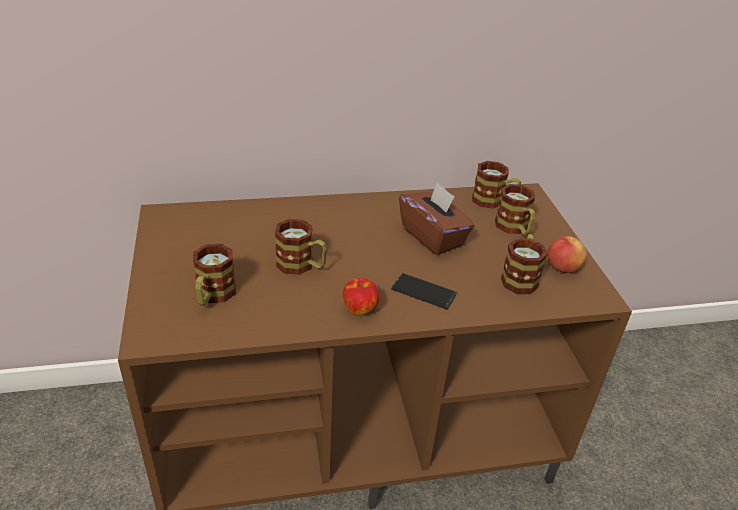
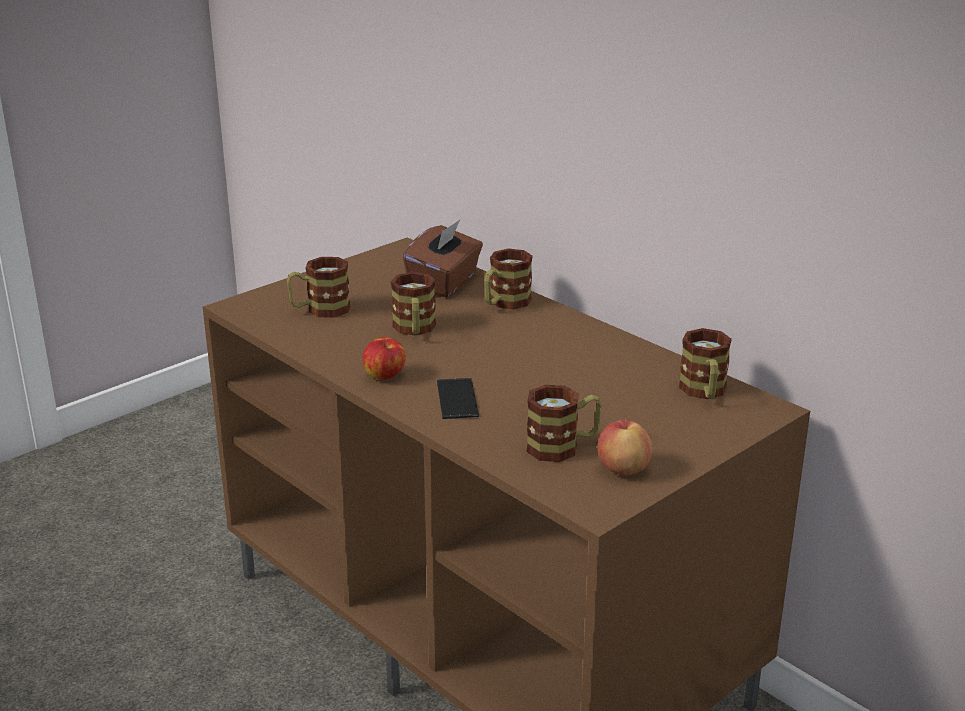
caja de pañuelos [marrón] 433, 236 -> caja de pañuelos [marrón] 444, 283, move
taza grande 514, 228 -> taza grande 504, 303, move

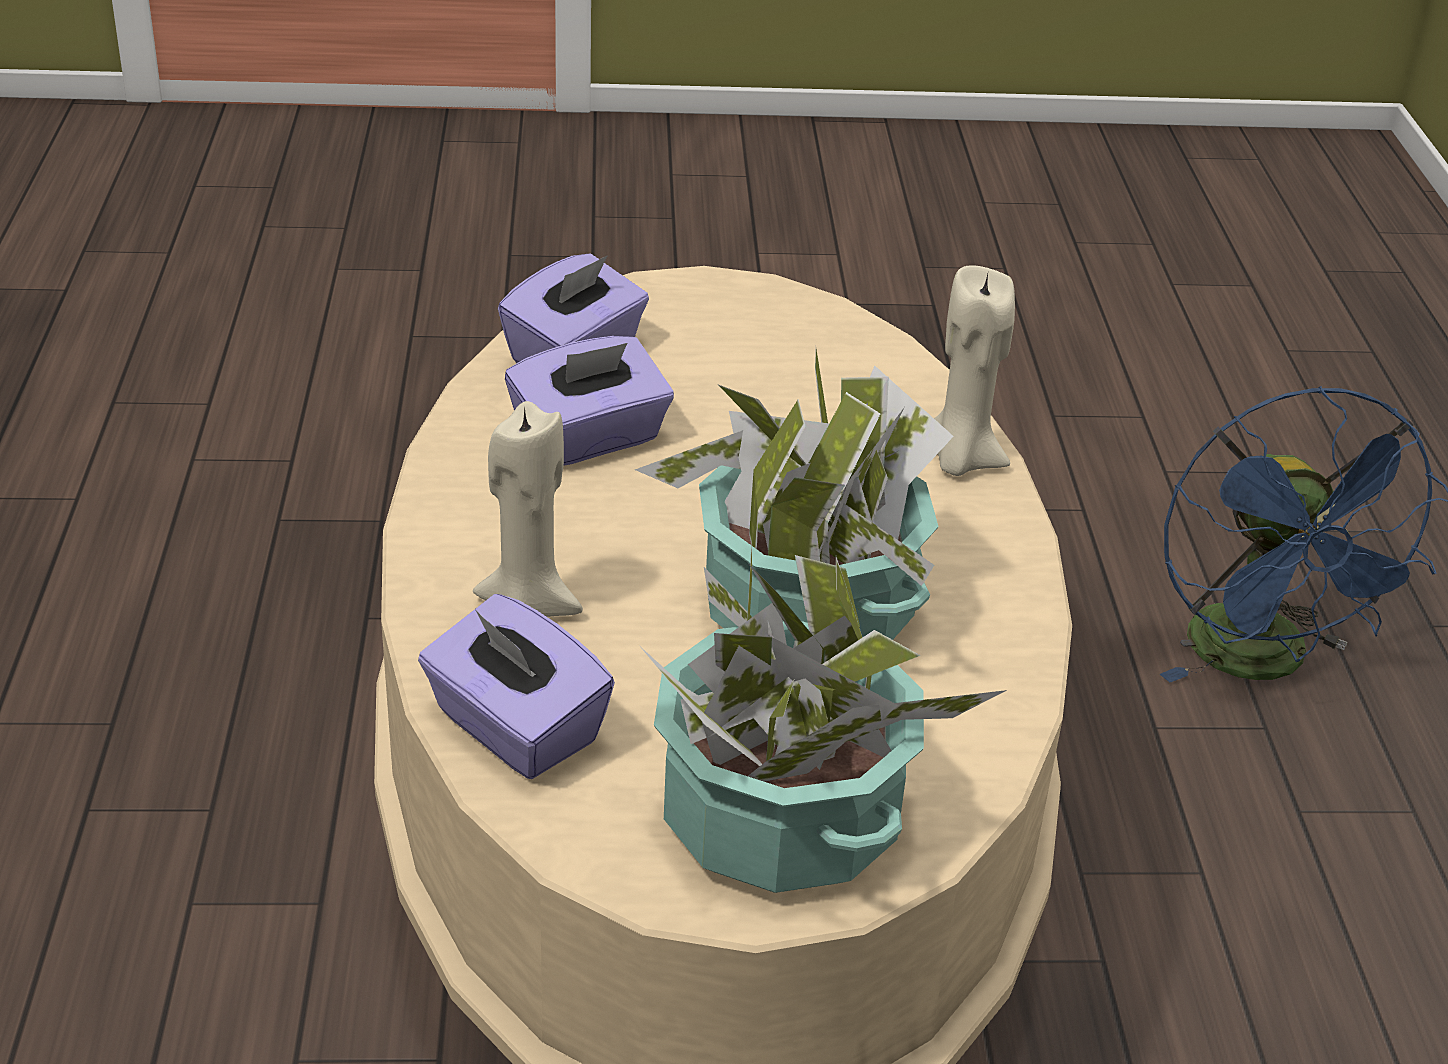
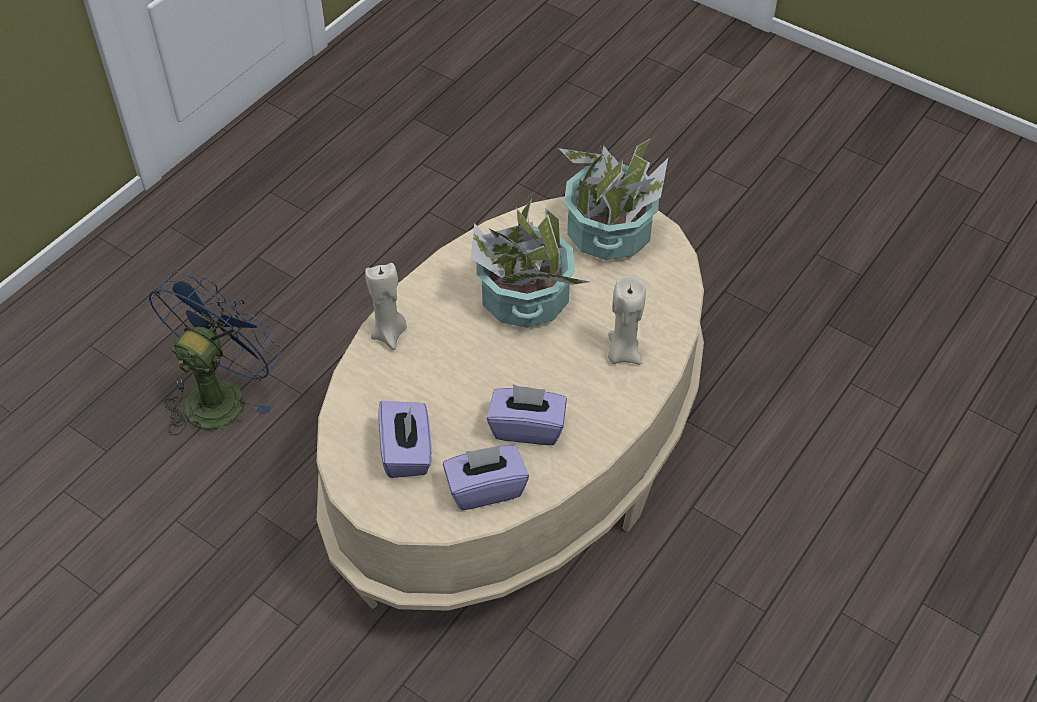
caja de pañuelos [morado] 515, 729 -> caja de pañuelos [morado] 407, 452, move

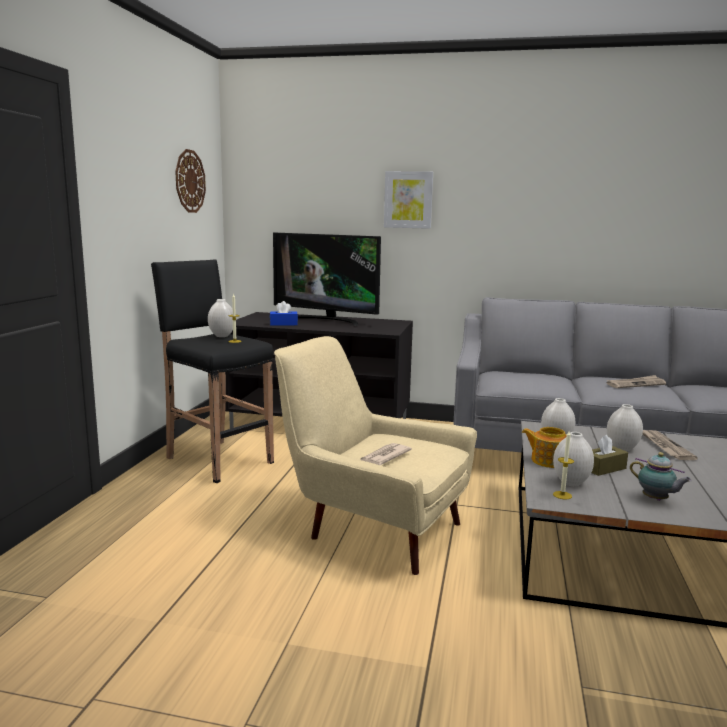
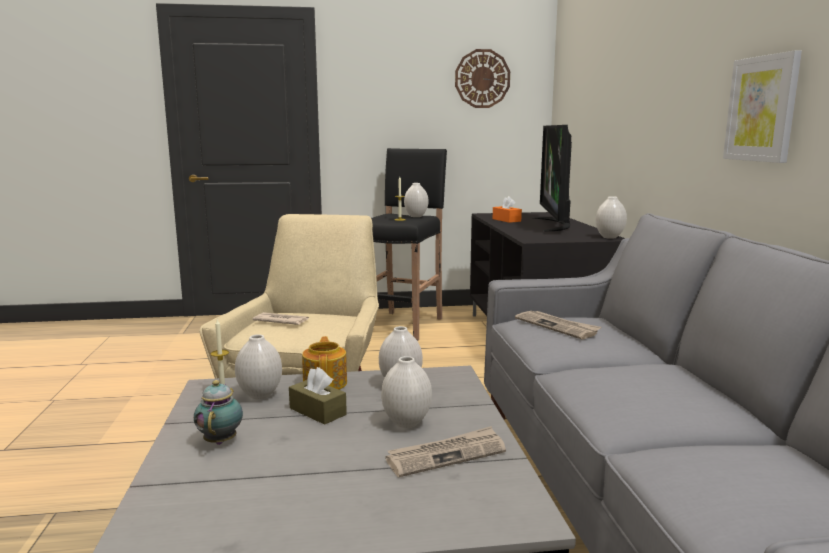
none -> florero [blanco] 609, 237
cuadro 408, 200 -> cuadro 762, 109, move
periódico 635, 384 -> periódico 557, 326, move
caja de pañuelos [azul] 283, 324 -> caja de pañuelos [naranja] 506, 220
tetera 656, 500 -> tetera 221, 440, 150 degrees clockwise

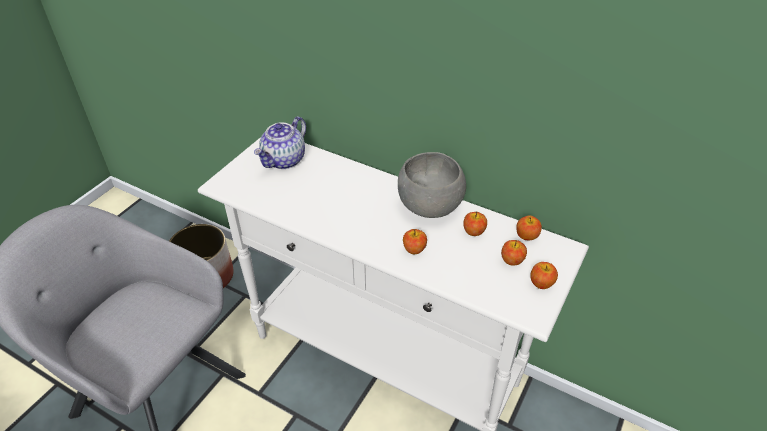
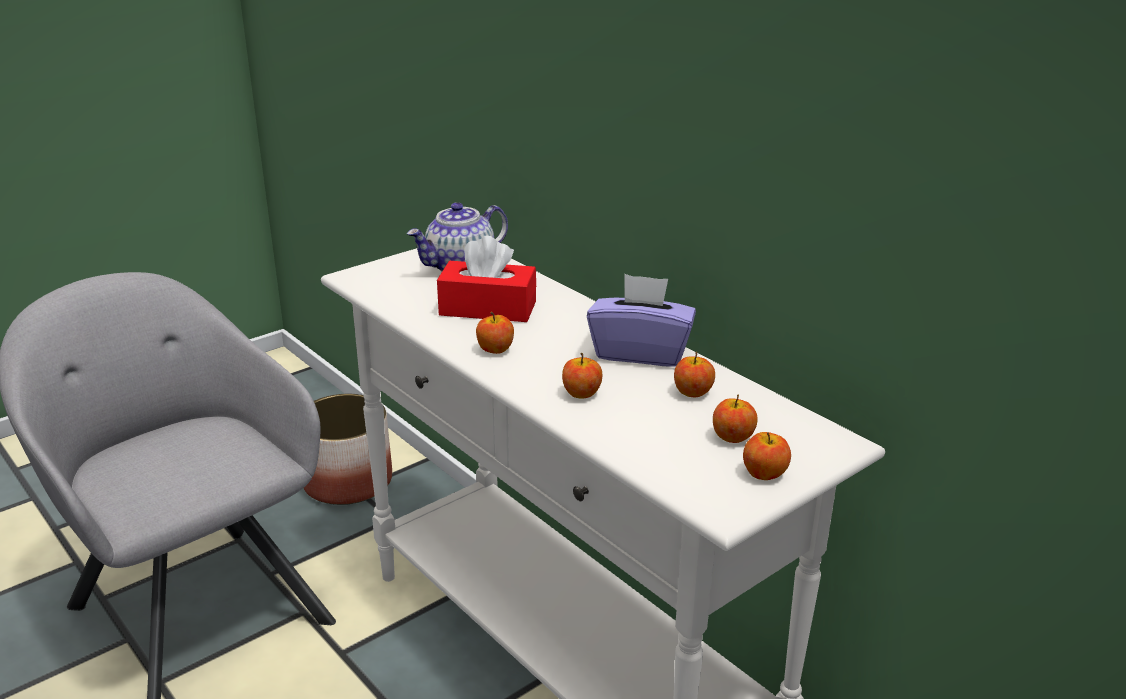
none -> caja de pañuelos [rojo] 487, 308
manzana 526, 236 -> manzana 495, 349, move
cuenco [gris] 429, 207 -> caja de pañuelos [morado] 640, 352

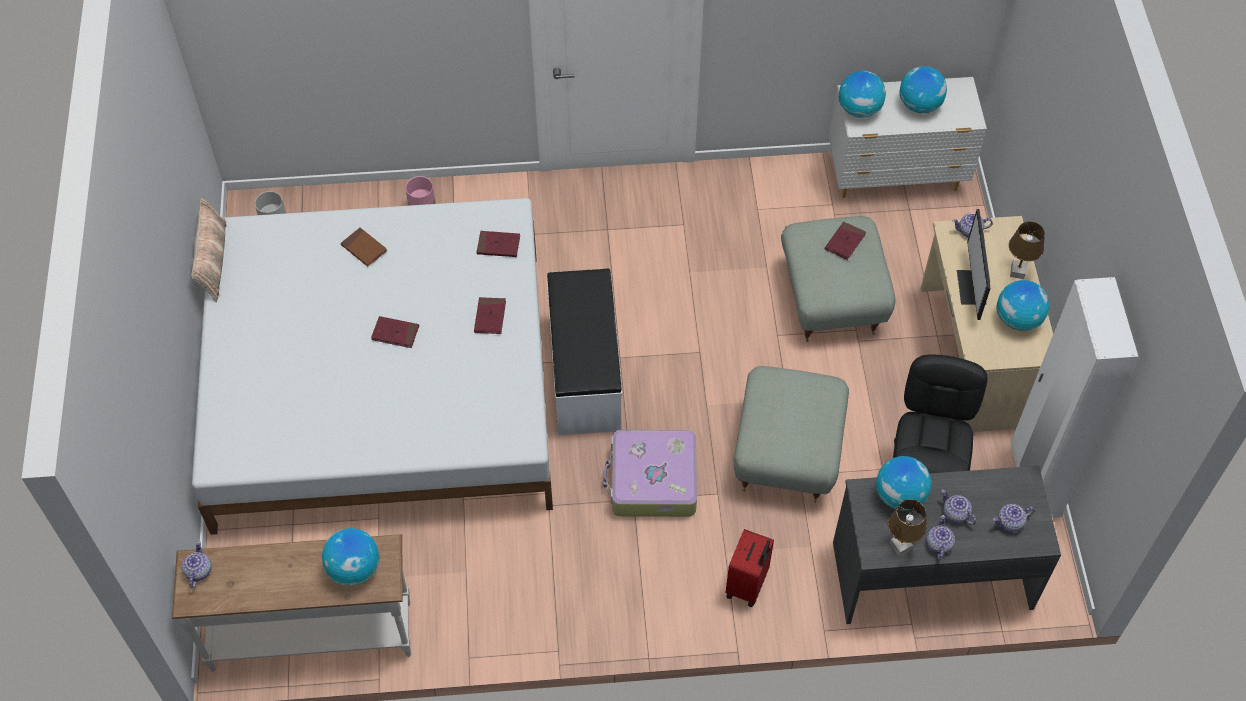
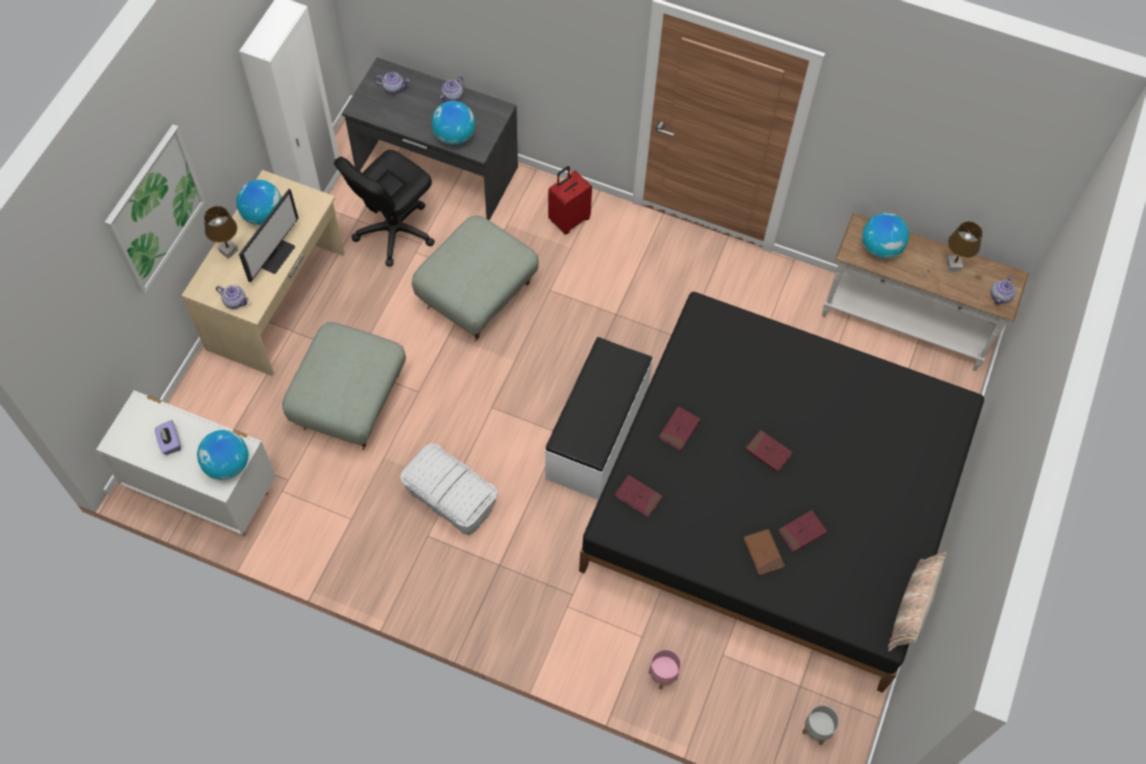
maleta 652, 481 -> none
tetera 955, 514 -> none
none -> cuadro 155, 209
none -> caja de almacenaje [blanco] 450, 499
libro [rojo] 845, 242 -> libro [rojo] 802, 532, move
lámpara de mesa [marrón] 900, 546 -> lámpara de mesa [marrón] 953, 266, move
globo terráqueo 919, 105 -> caja de pañuelos [morado] 170, 442
cama [blanco] 382, 385 -> cama [negro] 775, 502

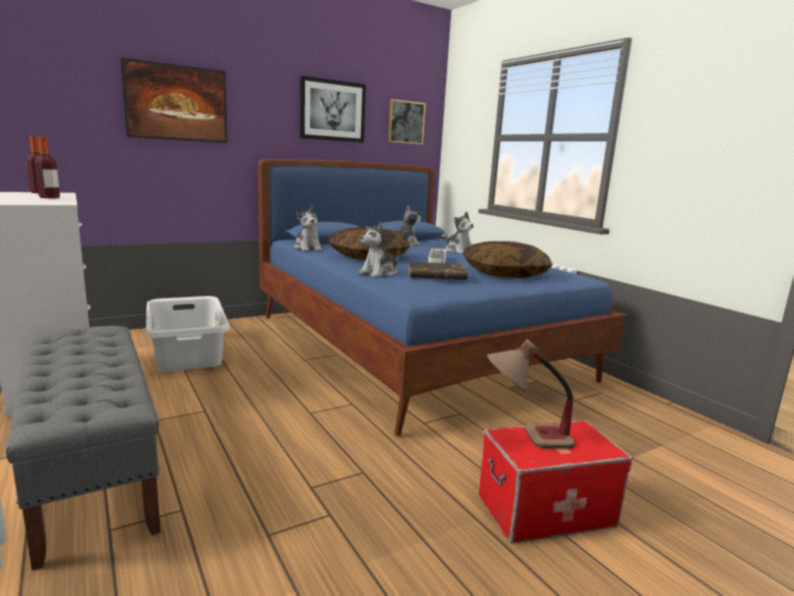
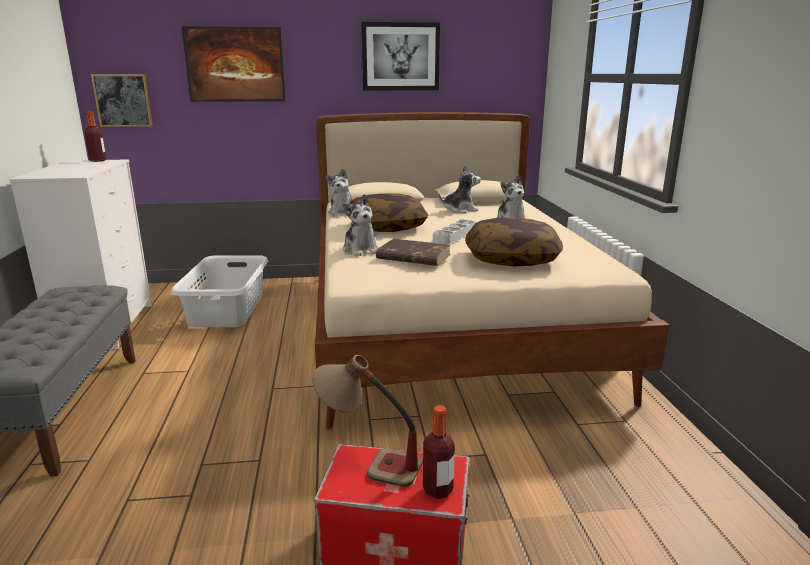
botella 49, 197 -> botella 437, 490, move
cuadro 406, 122 -> cuadro 123, 100, move
cama [azul] 414, 347 -> cama [beis] 448, 329
peluche 379, 273 -> peluche 361, 250, 90 degrees counterclockwise

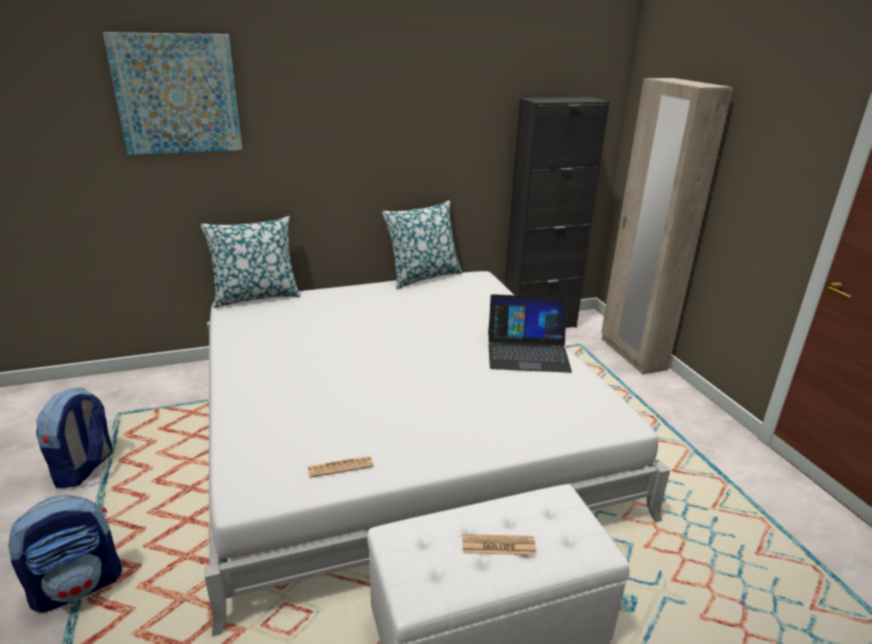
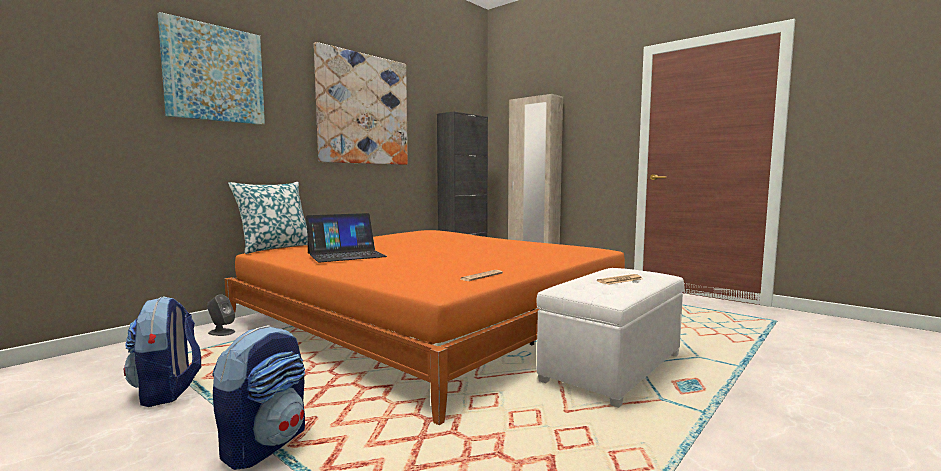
cojín 423, 276 -> none
none -> altavoz [gris] 221, 332
none -> cuadro 363, 109
portátil 527, 352 -> portátil 346, 255, move
cama [blanco] 397, 428 -> cama [naranja] 433, 318

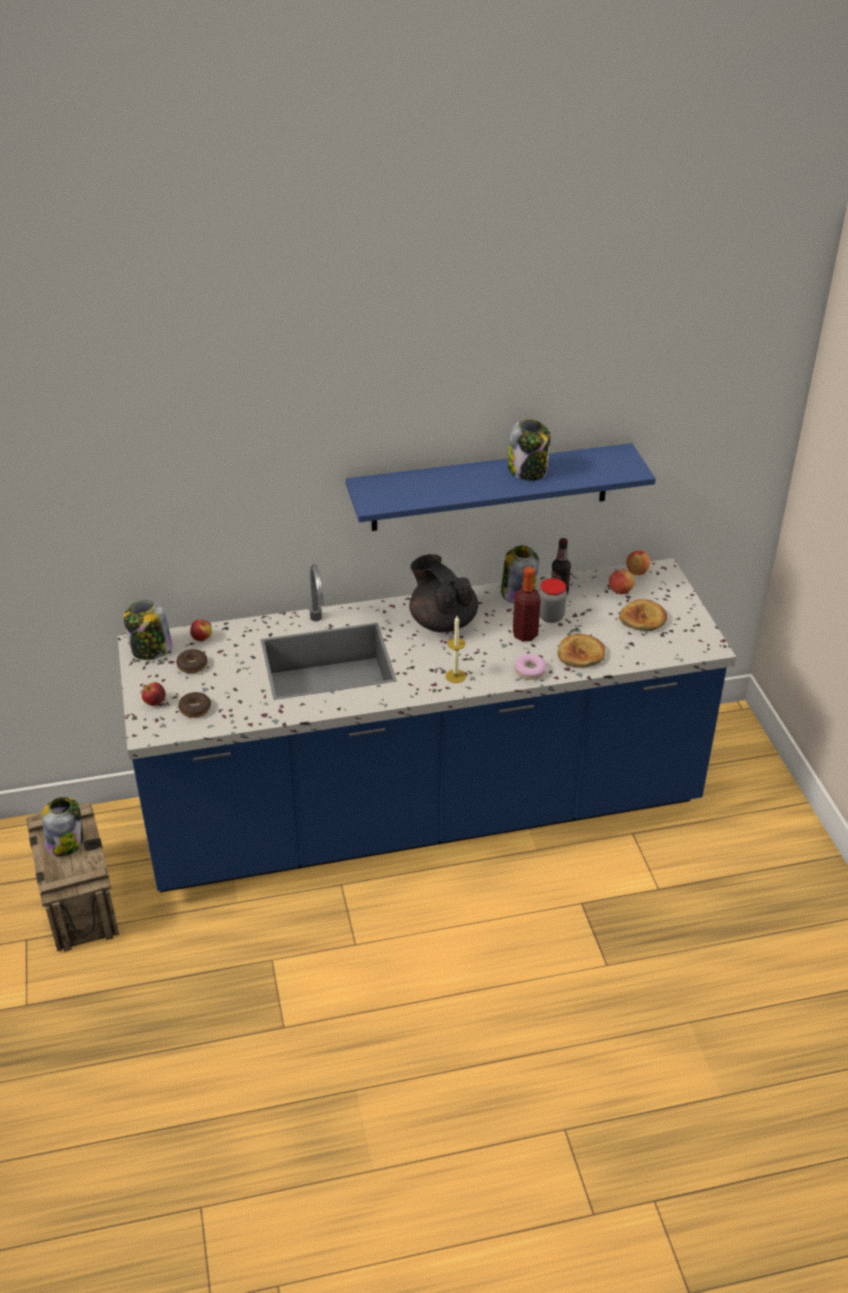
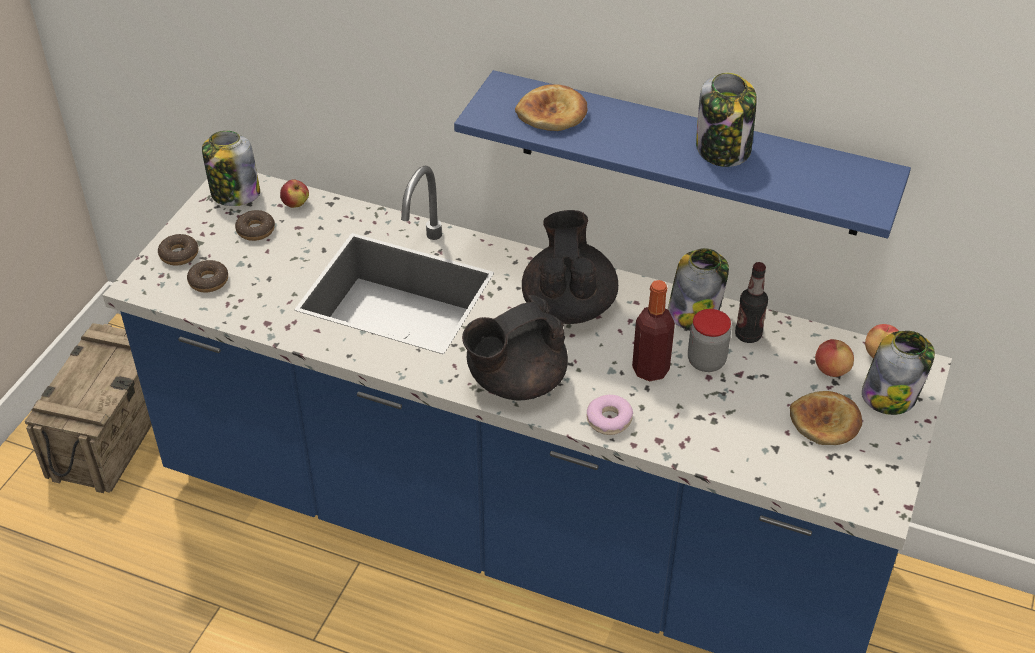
tarro 65, 842 -> tarro 890, 395, move
pan 581, 654 -> pan 552, 113, move
manzana 155, 702 -> rosquilla 179, 254
vela 455, 676 -> tetera [negro] 515, 382

